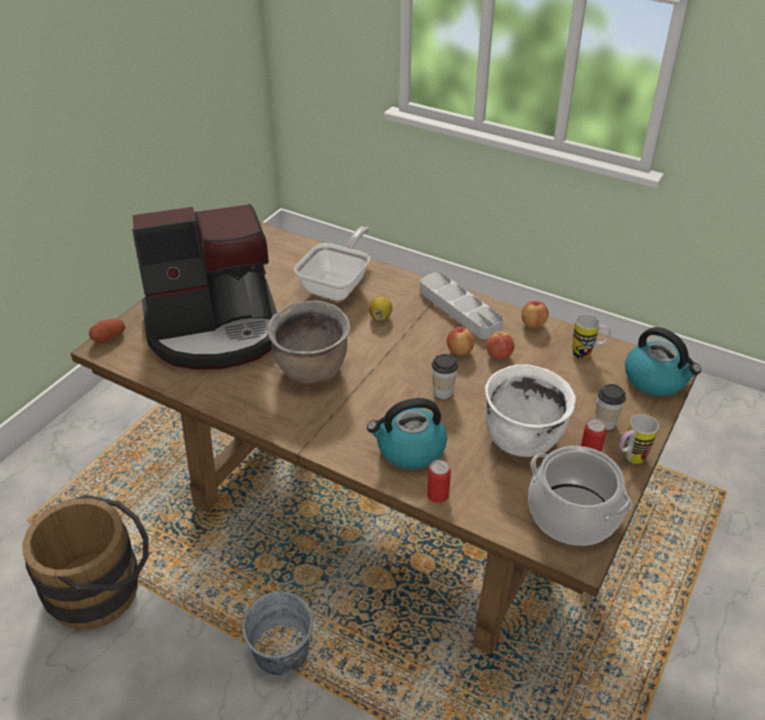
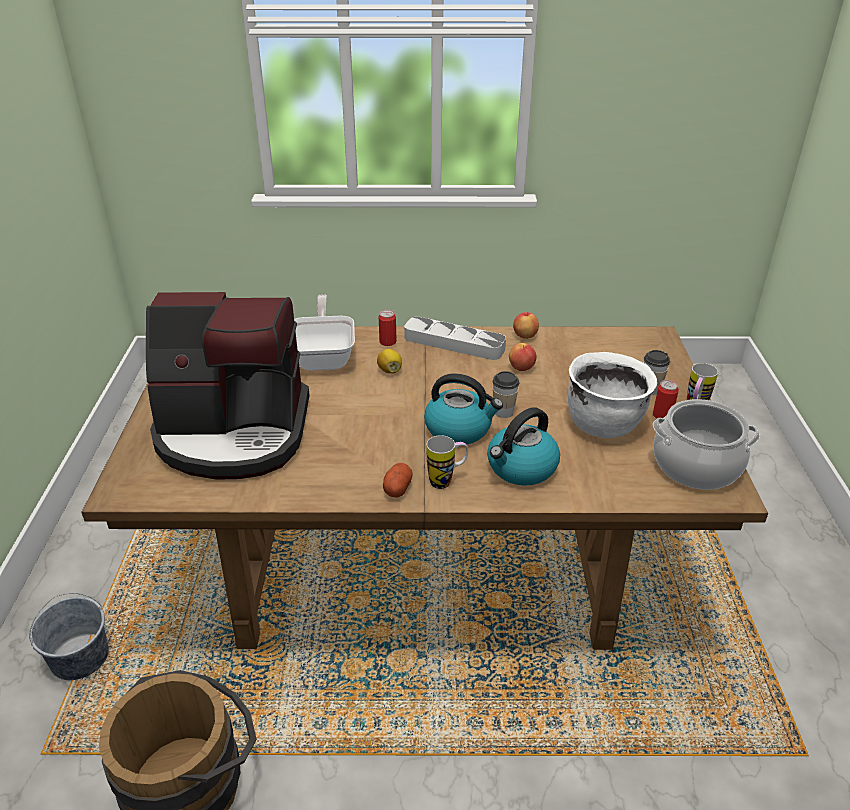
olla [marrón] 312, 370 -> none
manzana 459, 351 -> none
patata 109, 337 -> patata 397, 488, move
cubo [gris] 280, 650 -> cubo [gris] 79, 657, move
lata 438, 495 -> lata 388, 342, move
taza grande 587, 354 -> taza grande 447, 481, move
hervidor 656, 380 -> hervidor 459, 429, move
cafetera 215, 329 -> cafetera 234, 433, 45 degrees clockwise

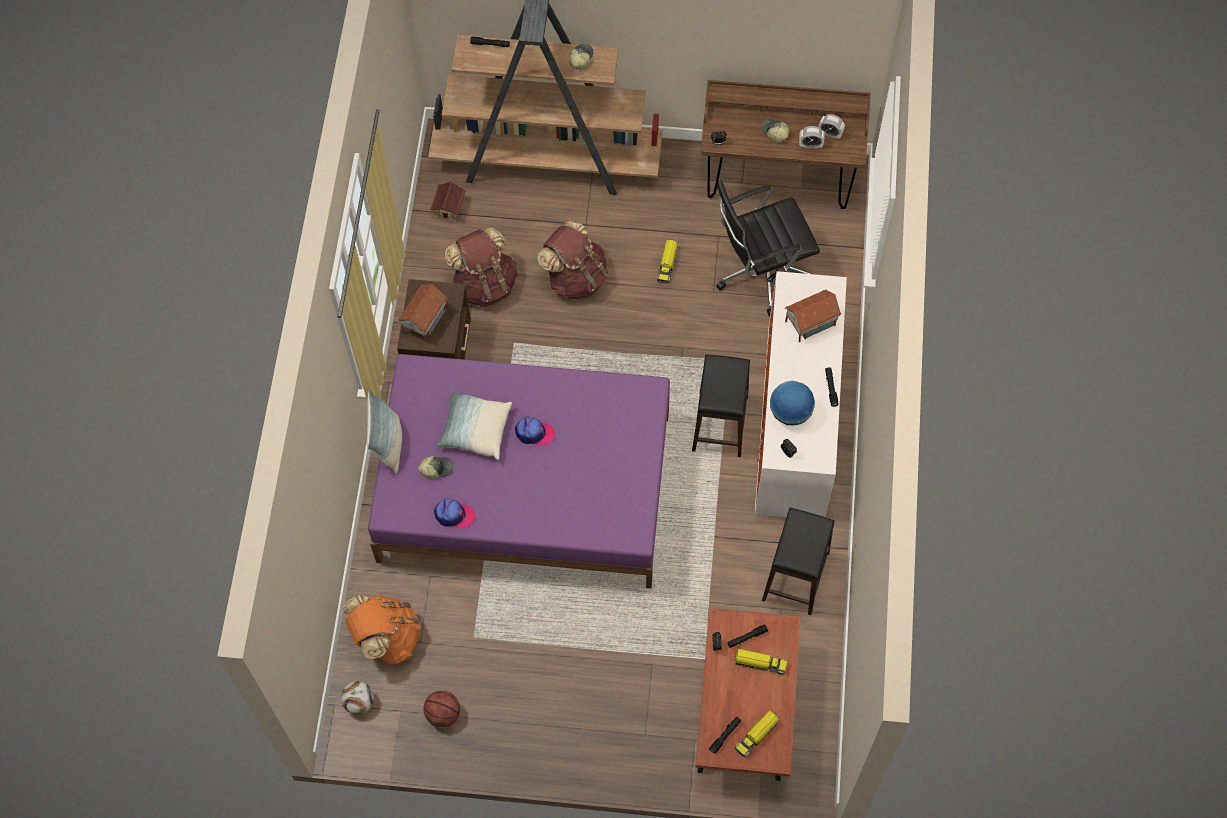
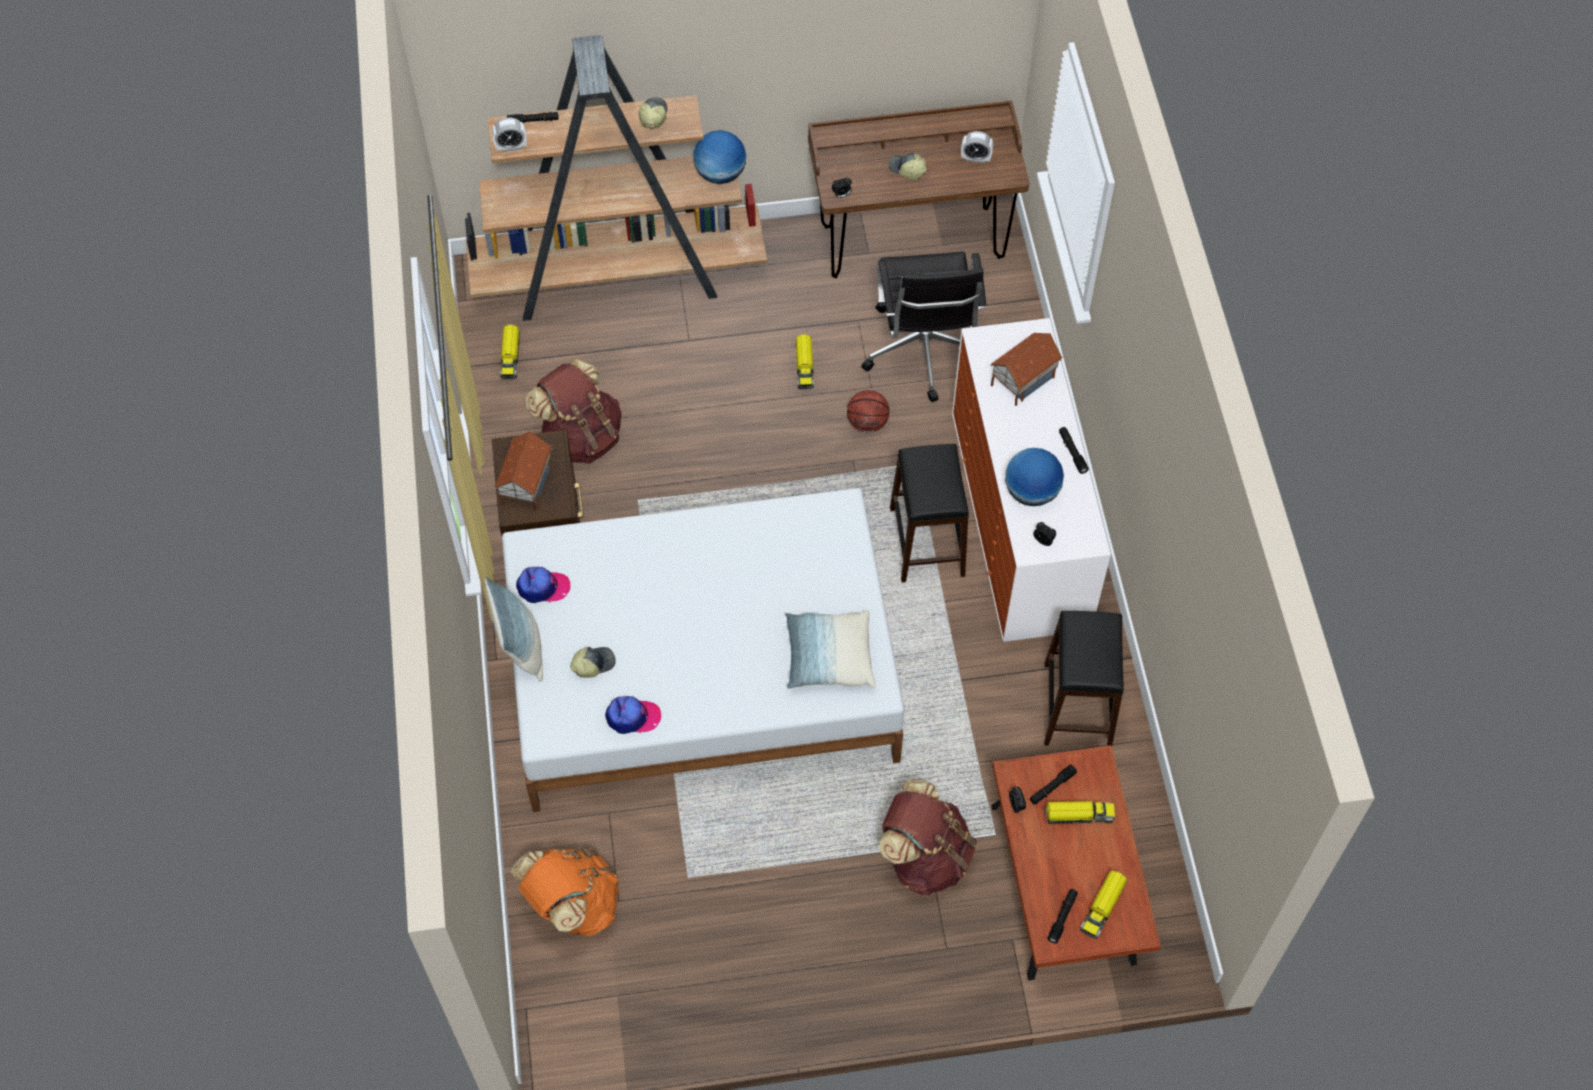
balón de fútbol 359, 702 -> none
none -> globo terráqueo 720, 174
balón de baloncesto 443, 714 -> balón de baloncesto 867, 423, move
cojín 475, 430 -> cojín 829, 657, move
gorra 534, 433 -> gorra 543, 587, move
mochila [marrón] 575, 278 -> mochila [marrón] 925, 856, move
despertador 810, 145 -> despertador 511, 146, move
casita 449, 208 -> camión de juguete 510, 356
cama [morado] 525, 486 -> cama [blanco] 702, 672
silla de oficina [negro] 761, 272 -> silla de oficina [negro] 924, 352, 60 degrees counterclockwise

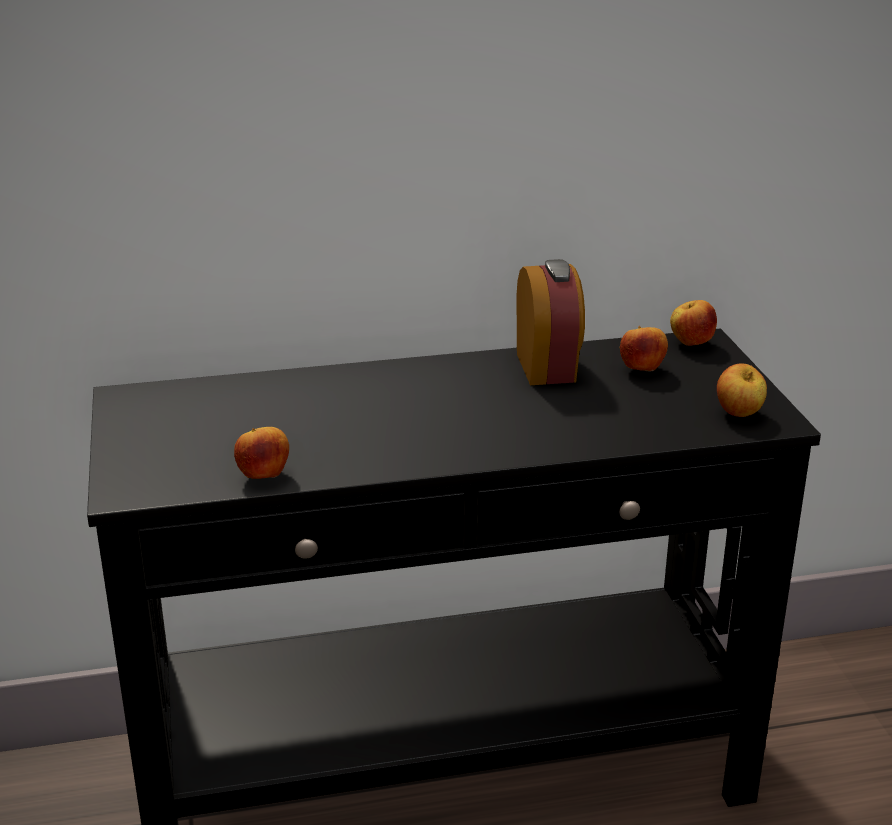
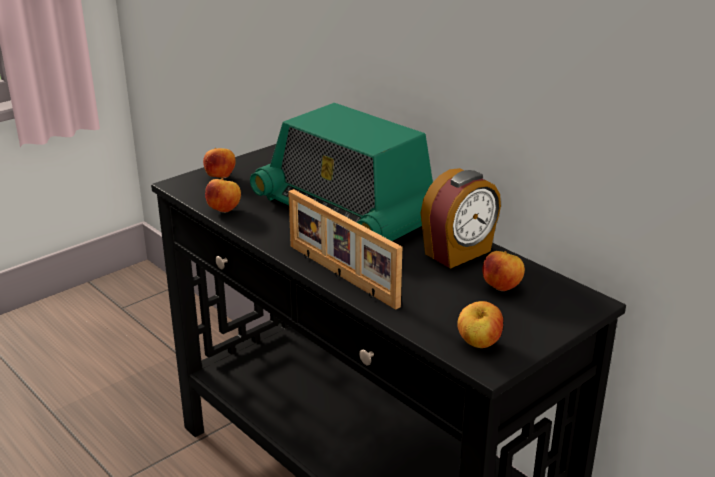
none -> radio 346, 211
none -> portarretratos 340, 276
manzana 691, 344 -> manzana 220, 177, move

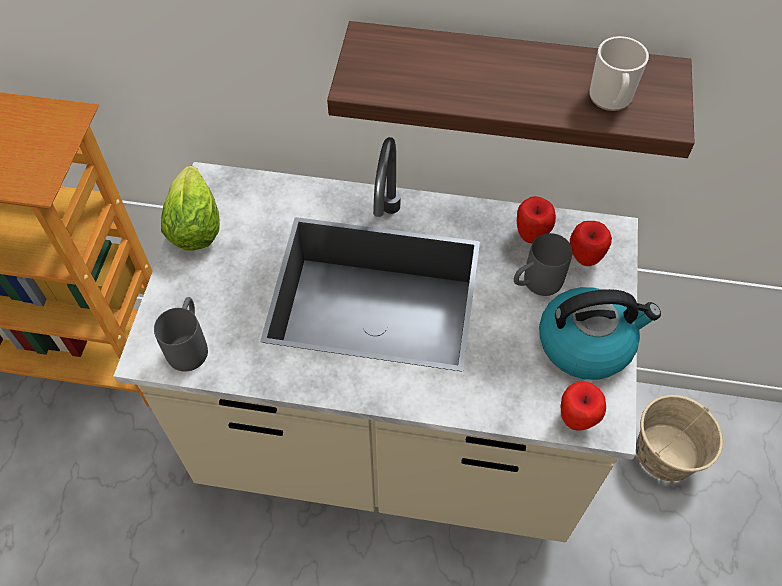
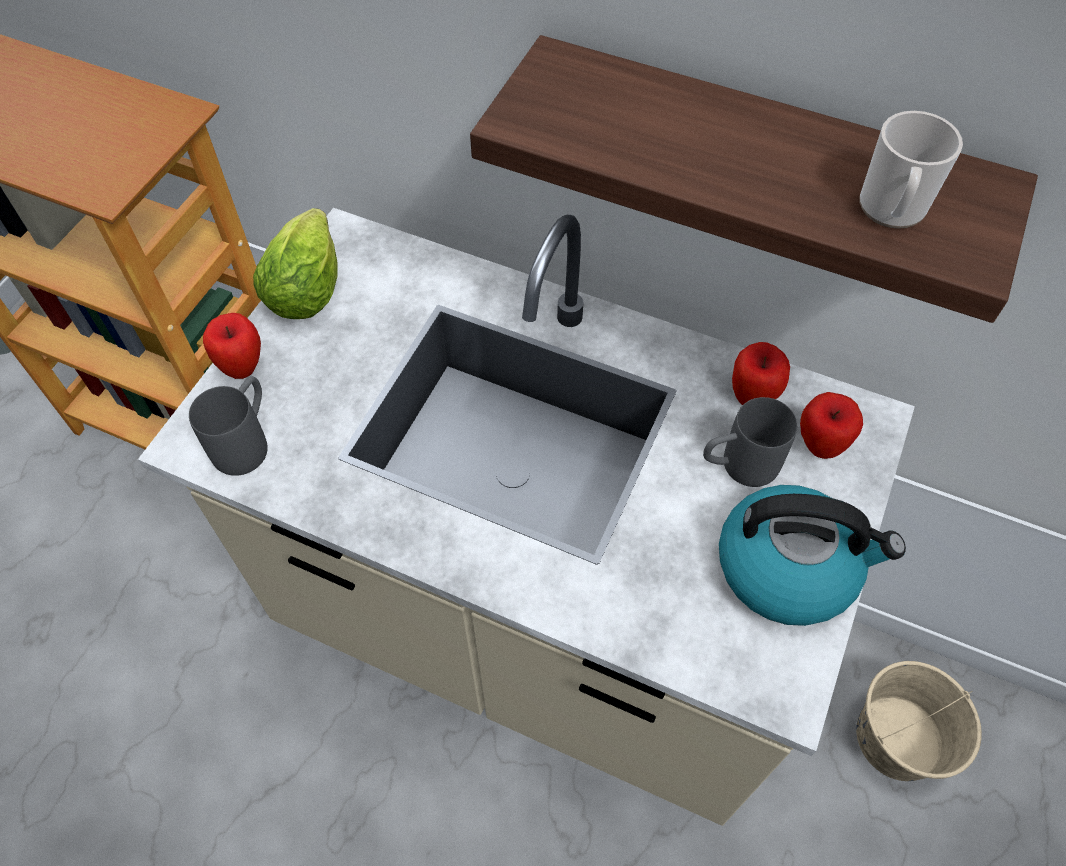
manzana 576, 419 -> manzana 243, 368, move

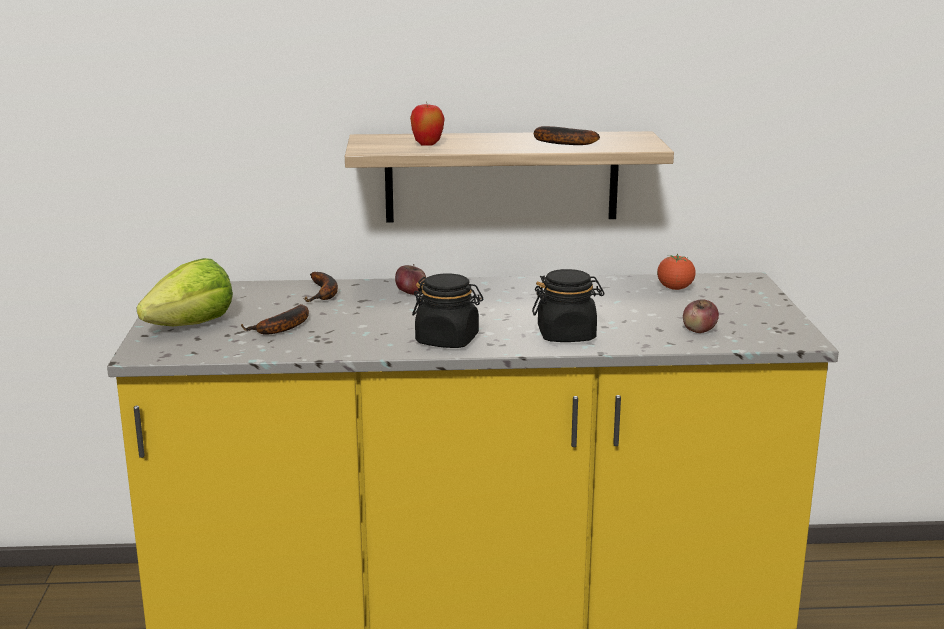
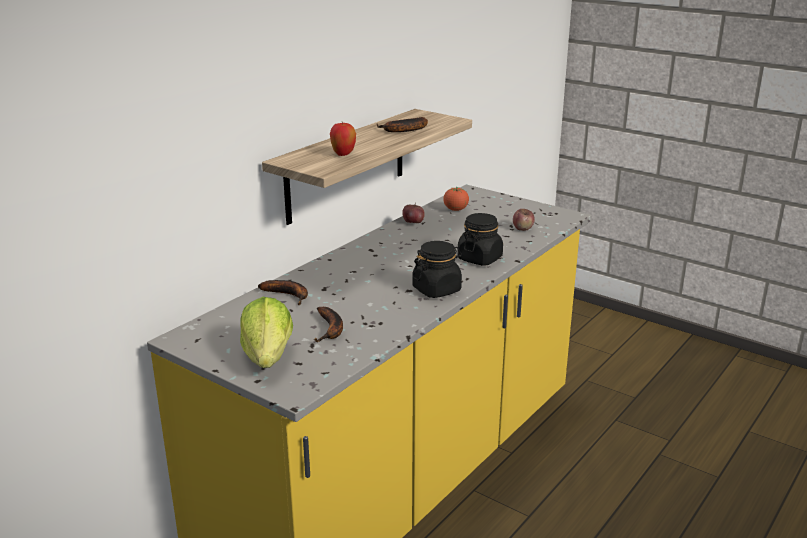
manzana 411, 293 -> manzana 413, 222, move

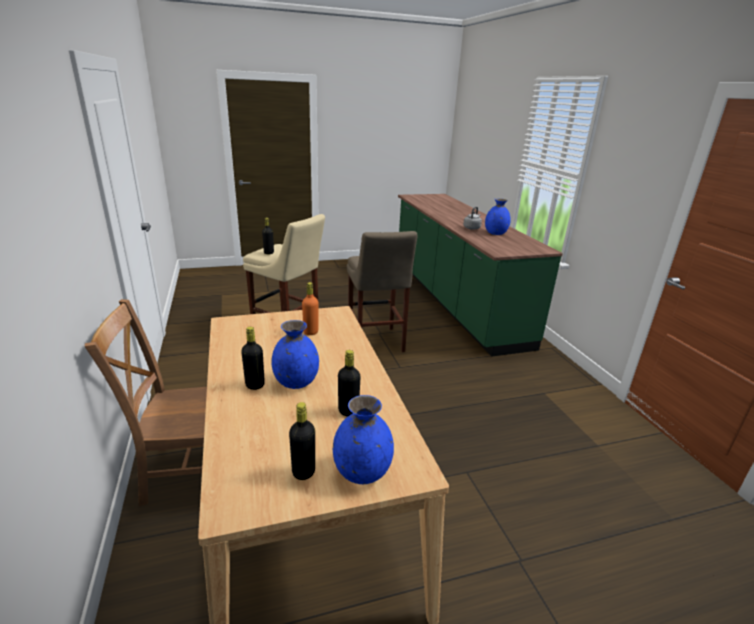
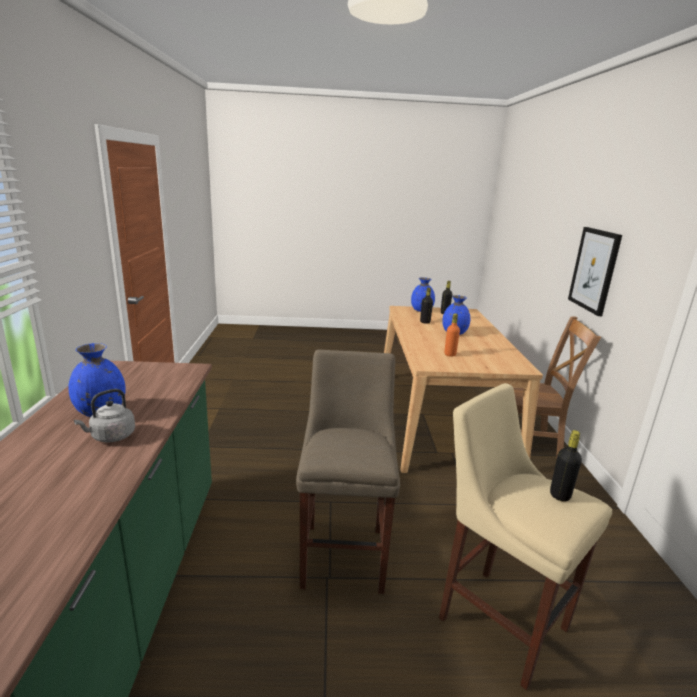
botella [negro] 255, 385 -> none
none -> cuadro 594, 270

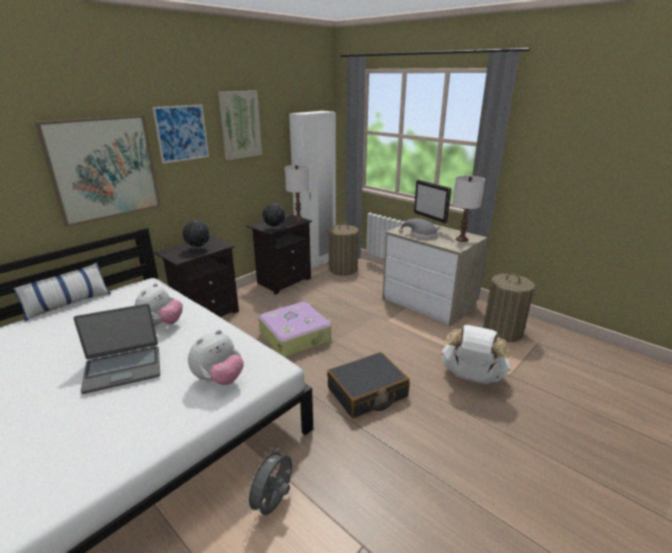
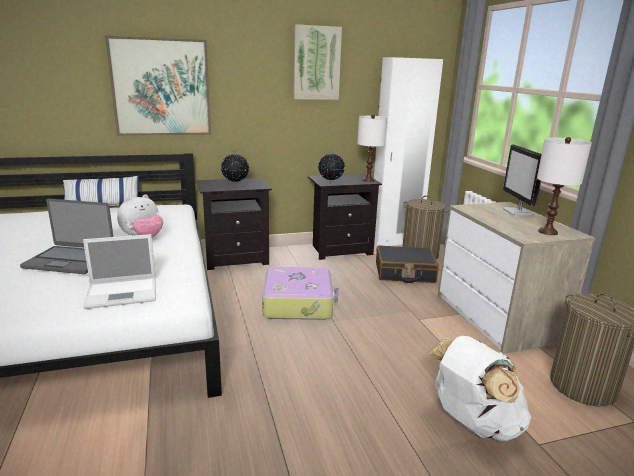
cuadro 182, 133 -> none
ventilador [gris] 273, 504 -> none
sombrero [gris] 421, 235 -> none
maleta [negro] 367, 393 -> maleta [negro] 404, 273, move
peluche 219, 379 -> portátil 123, 292

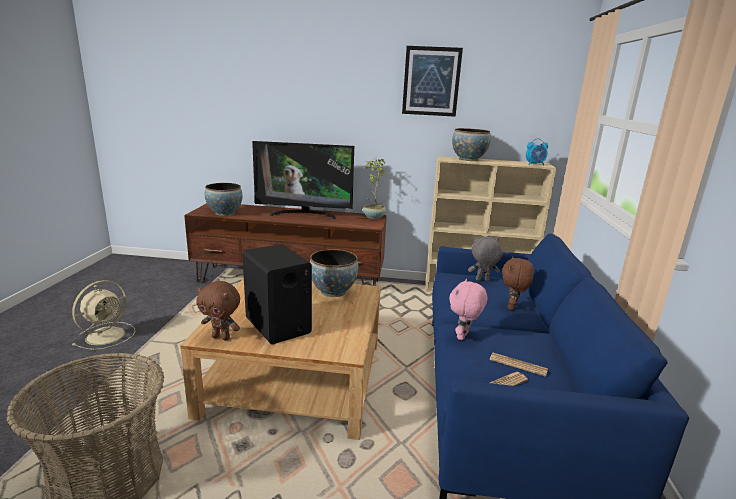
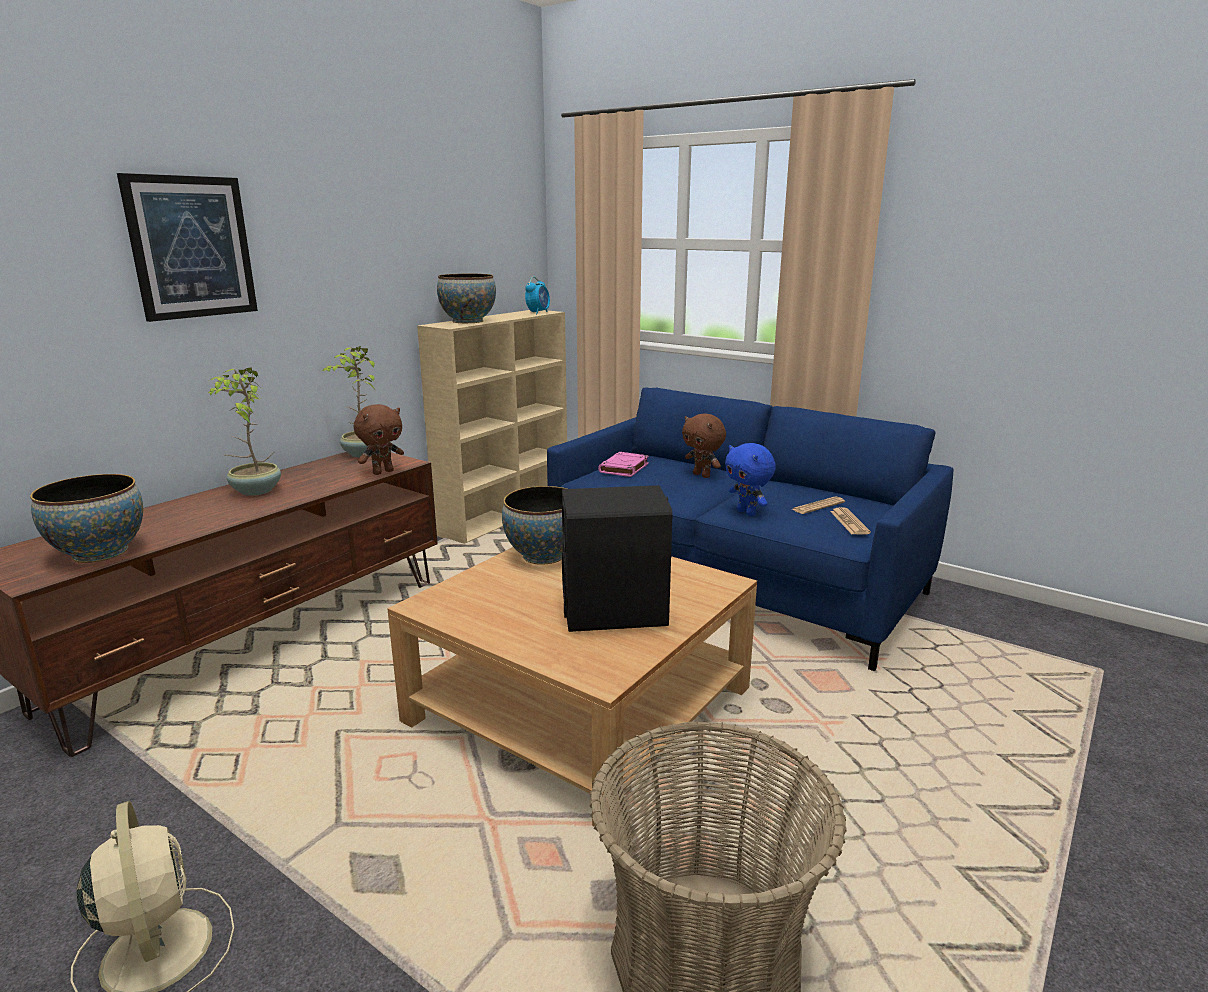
peluche [marrón] 221, 337 -> peluche [marrón] 383, 472, move
cuadro 431, 81 -> cuadro 191, 247, move
televisor 304, 214 -> planta en maceta 255, 491
peluche [gris] 482, 280 -> libro [rosa] 624, 468
peluche [rosa] 463, 337 -> peluche [azul] 747, 513

